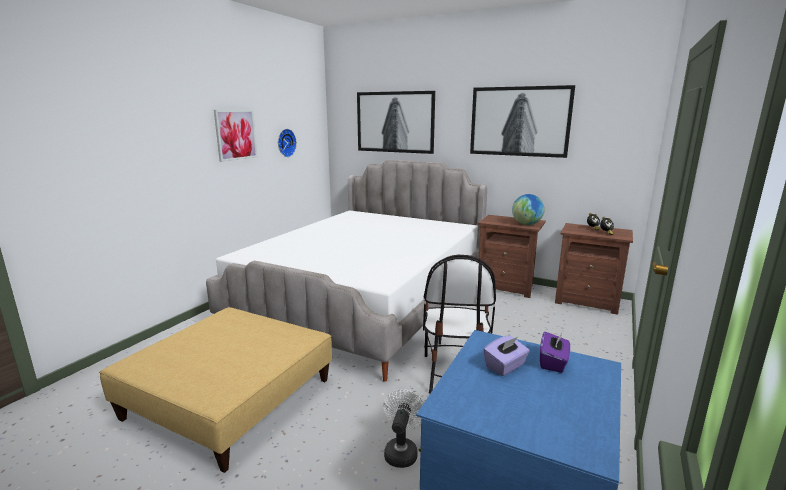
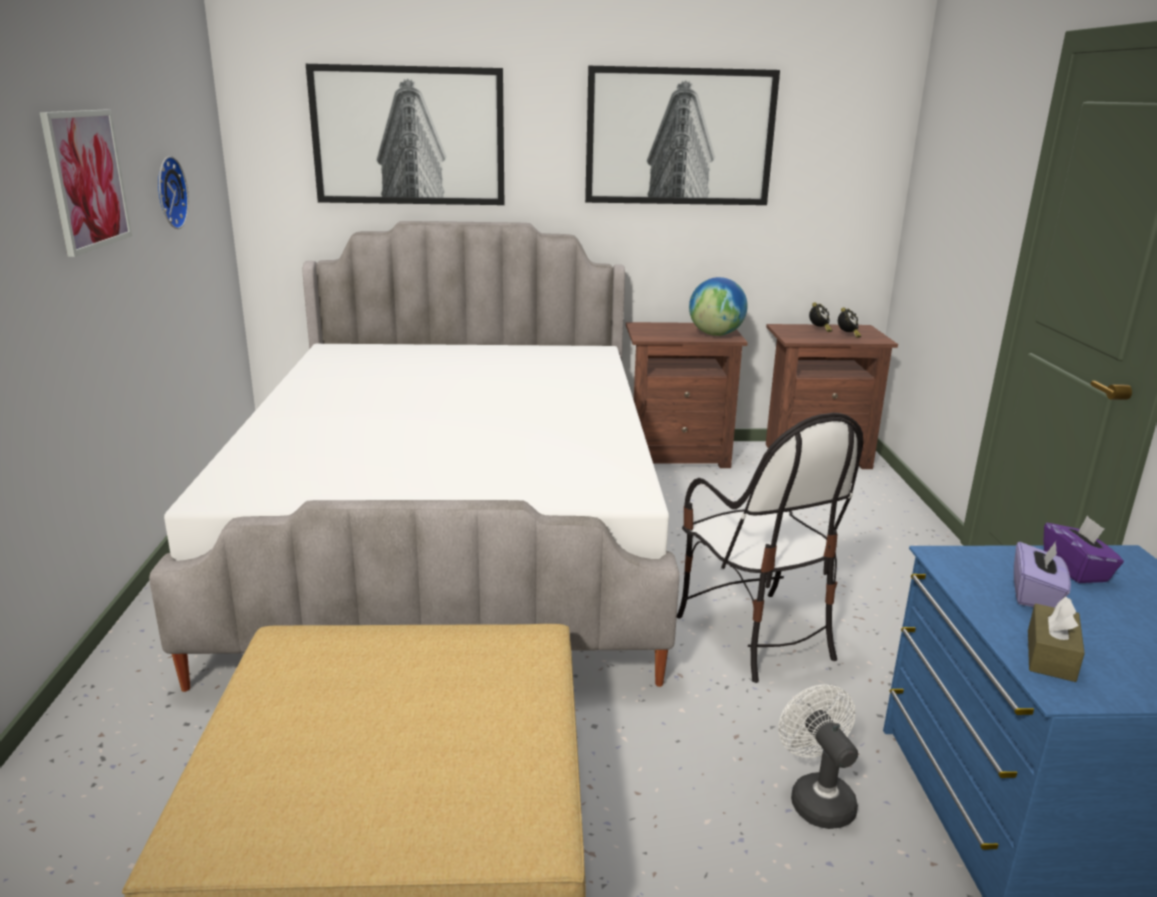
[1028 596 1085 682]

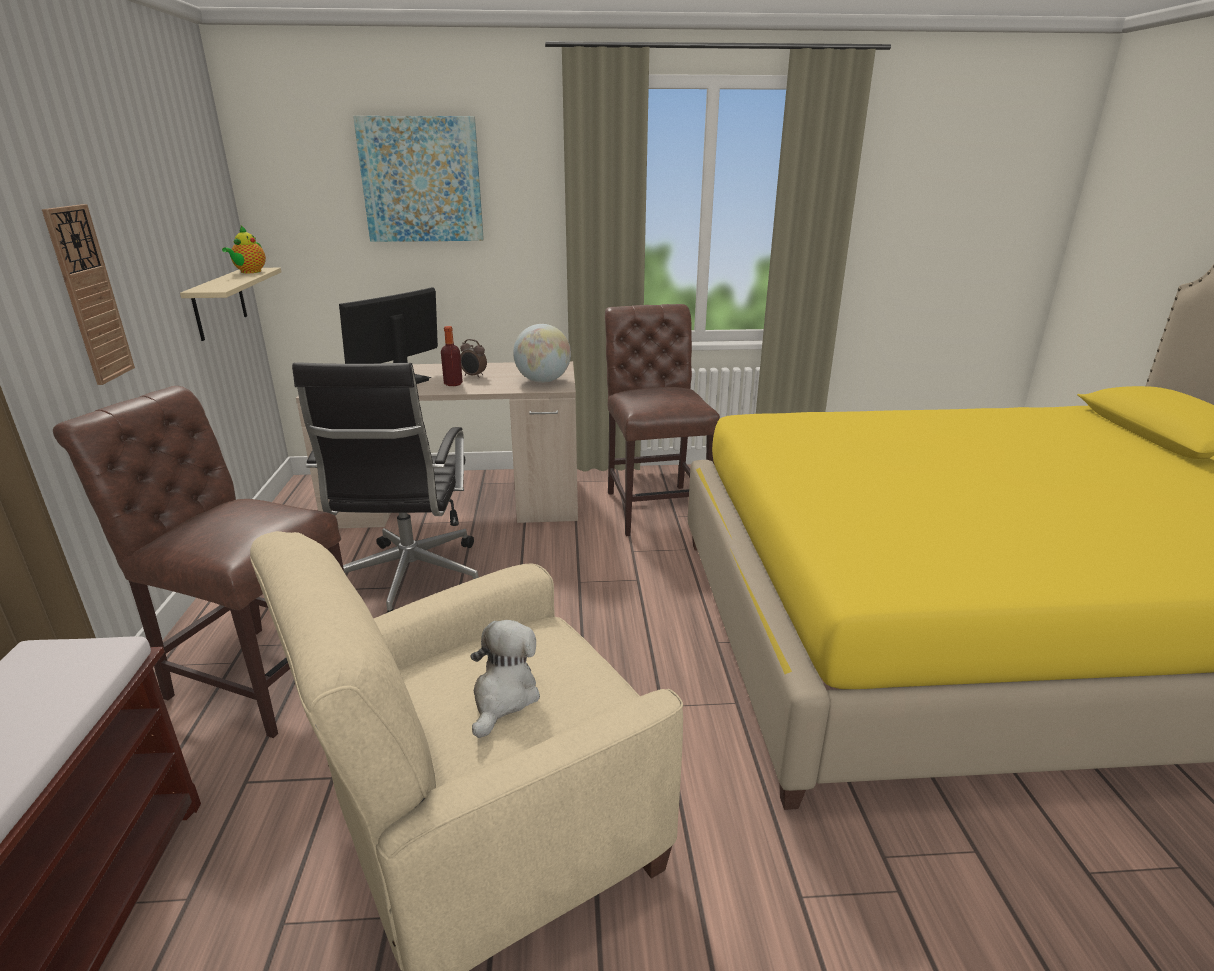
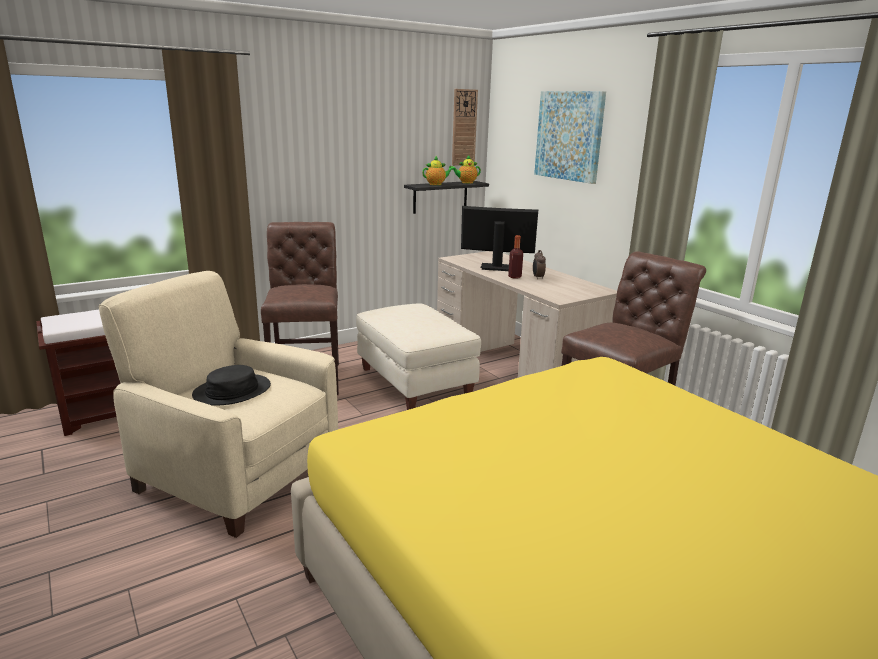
[452 89 478 166]
[404 181 489 214]
[513 324 571 383] (first image)
[356 303 481 410]
[192 365 271 405]
[422 156 455 185]

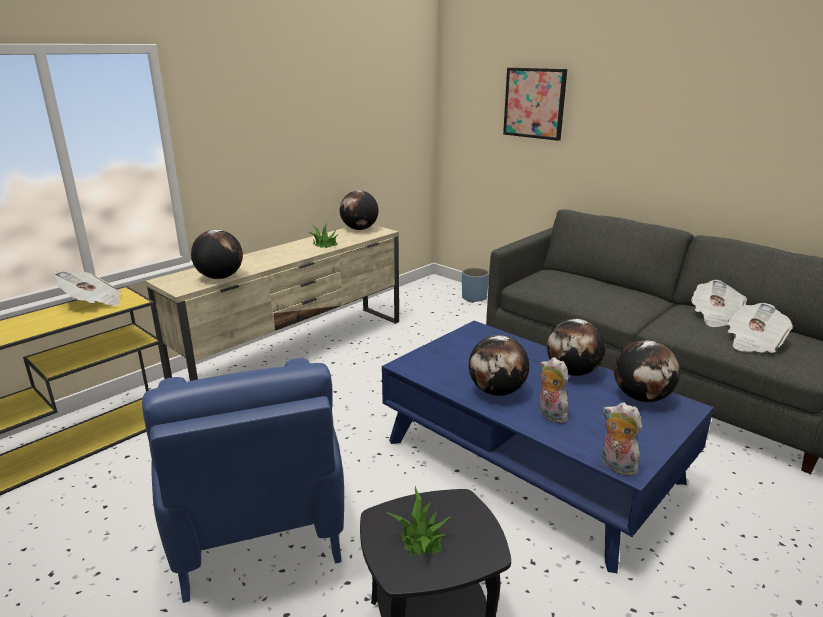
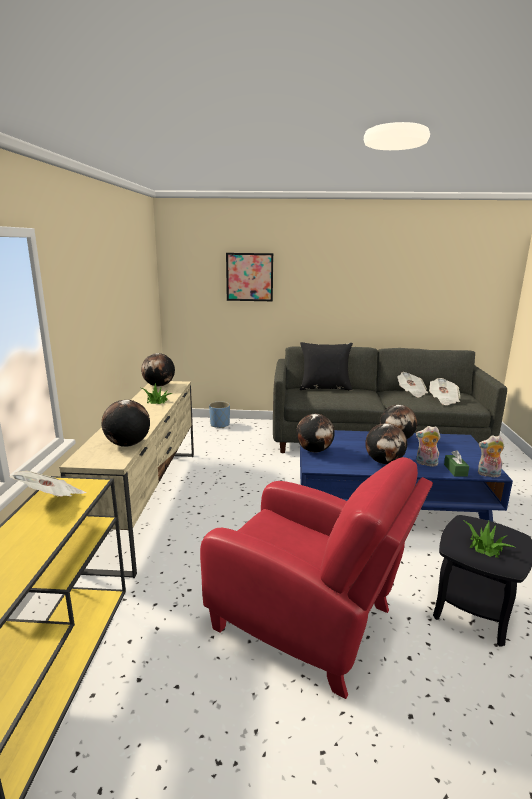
[296 414 335 452]
[200 457 433 699]
[300 342 353 391]
[444 450 469 476]

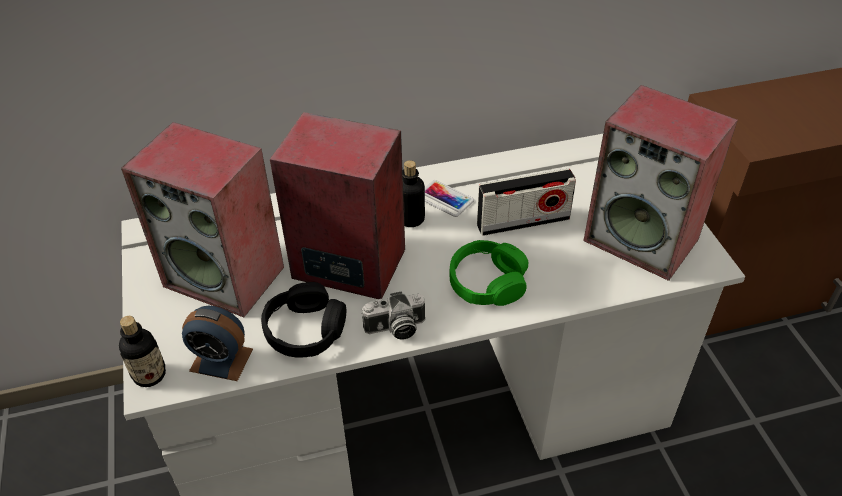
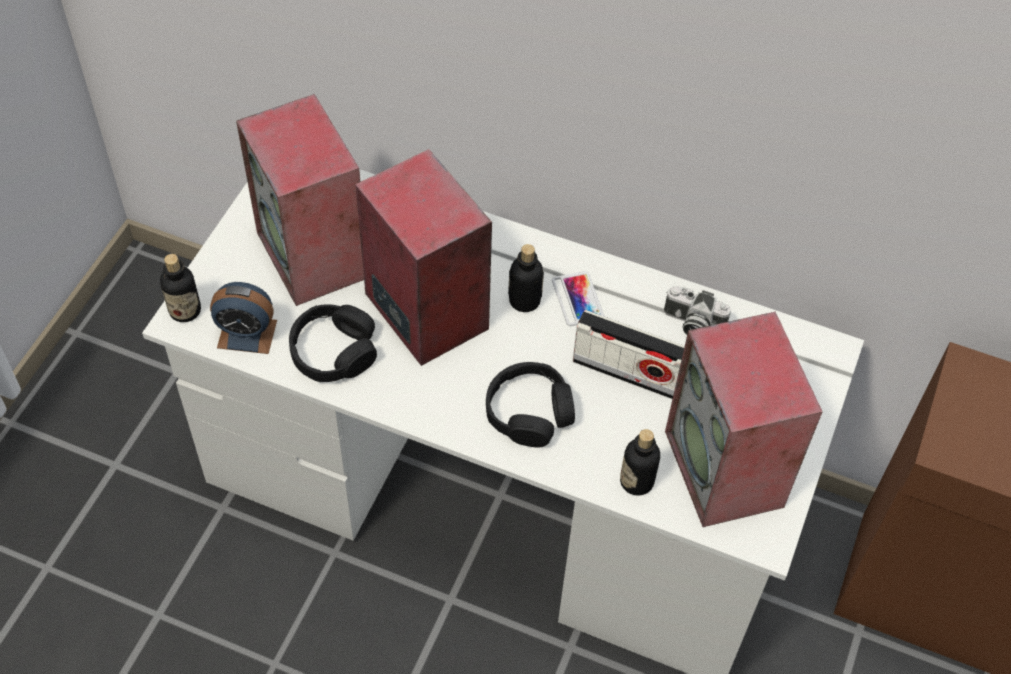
[486 362 575 447]
[664 286 731 335]
[210 282 277 354]
[620 429 660 496]

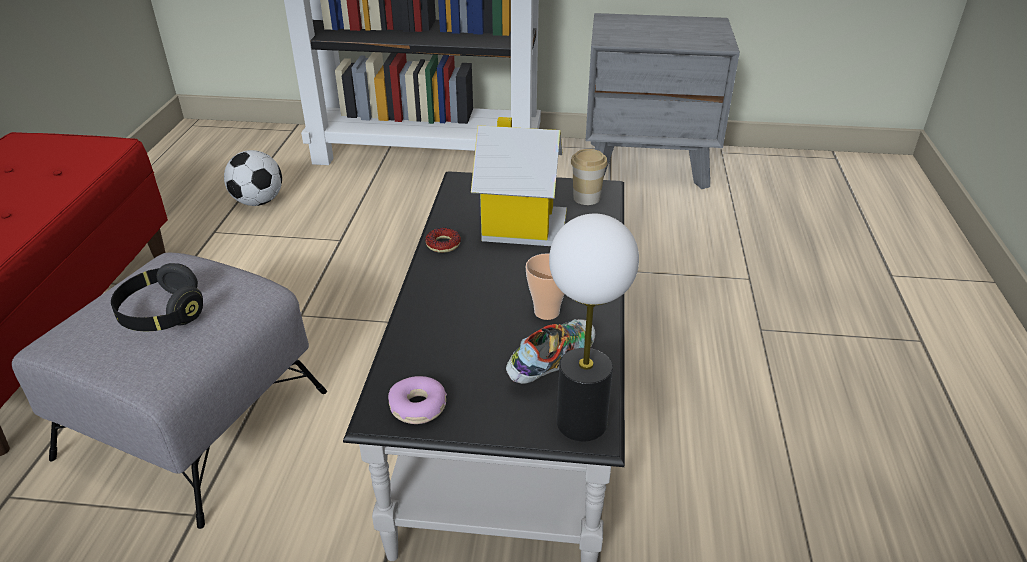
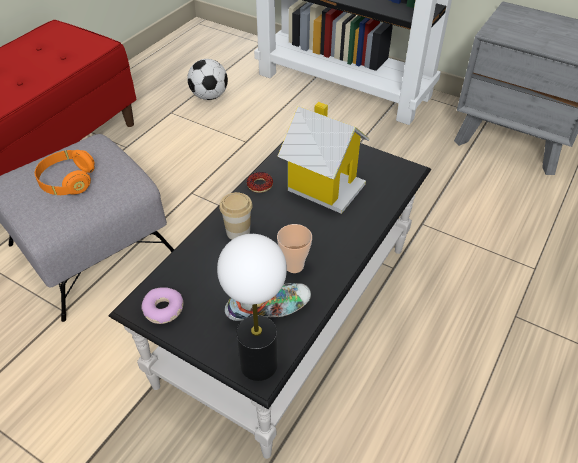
[219 192 253 240]
[35 150 95 195]

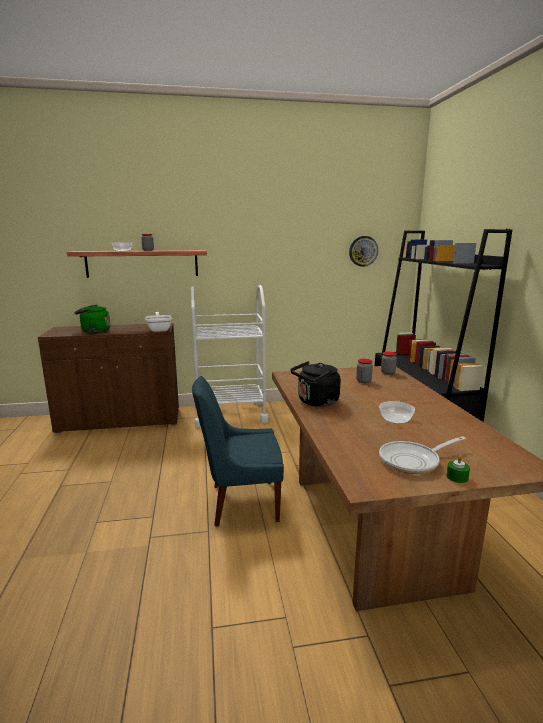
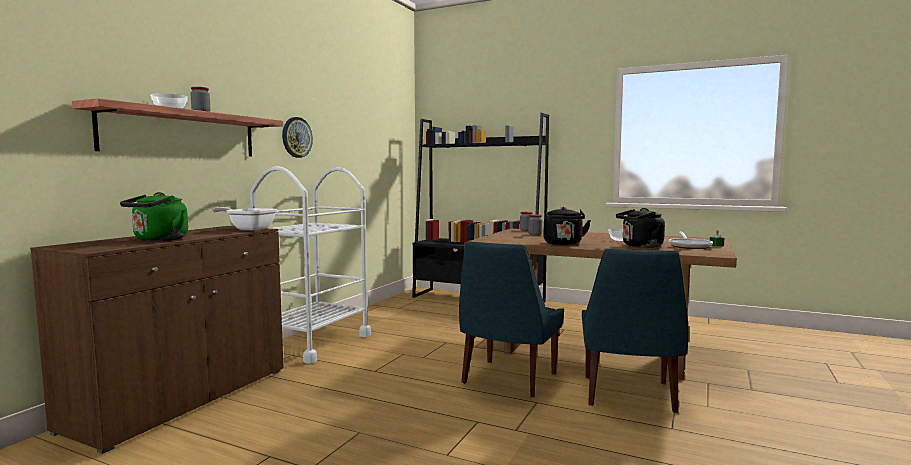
[282 117 313 158]
[616 208 665 248]
[582 249 689 413]

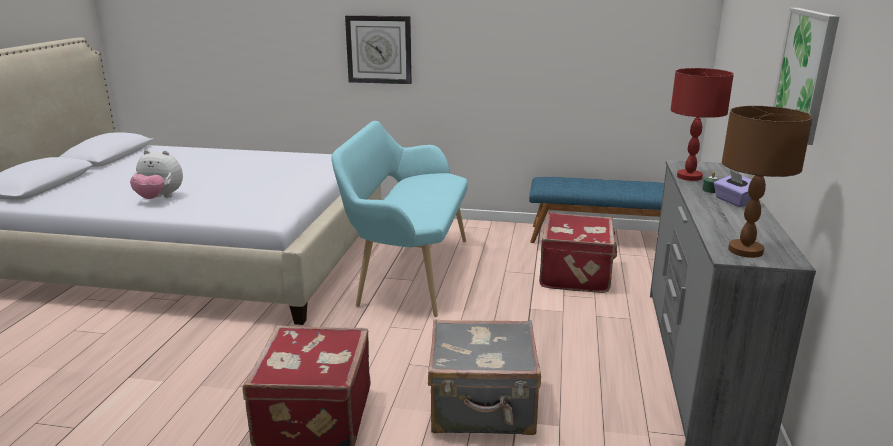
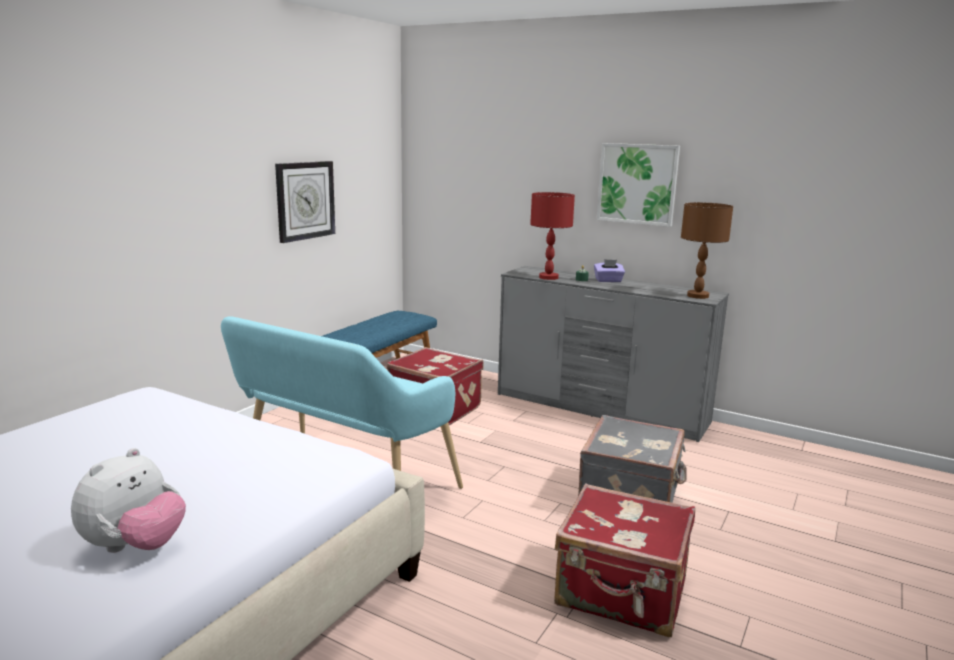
[275 161 335 243]

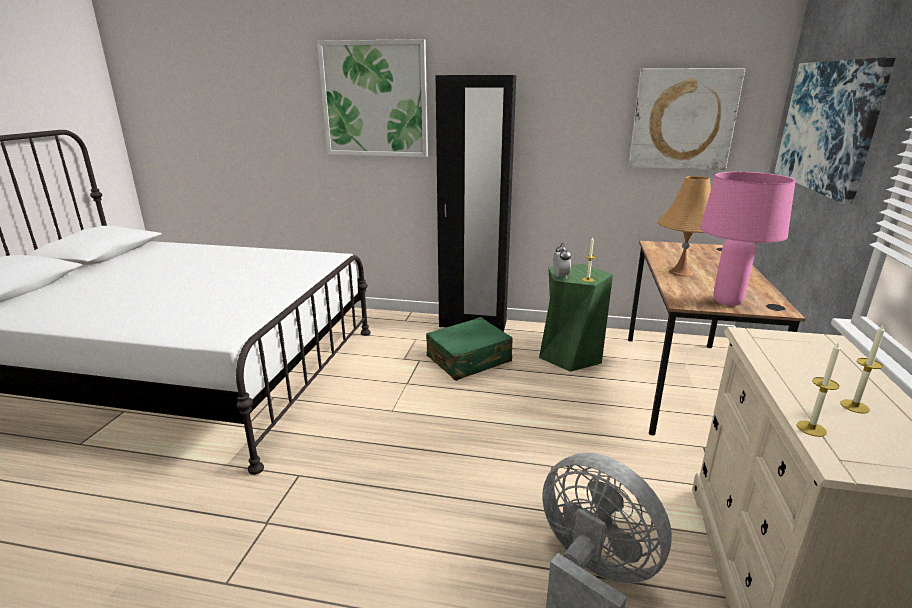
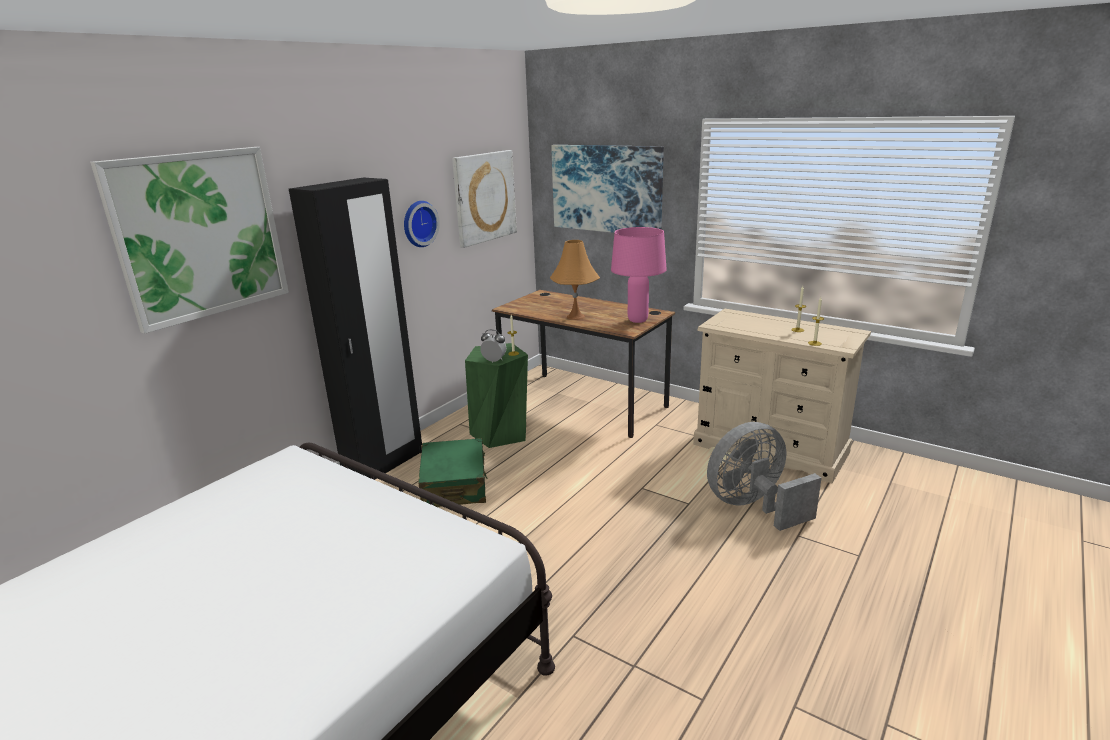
[404 201 440 247]

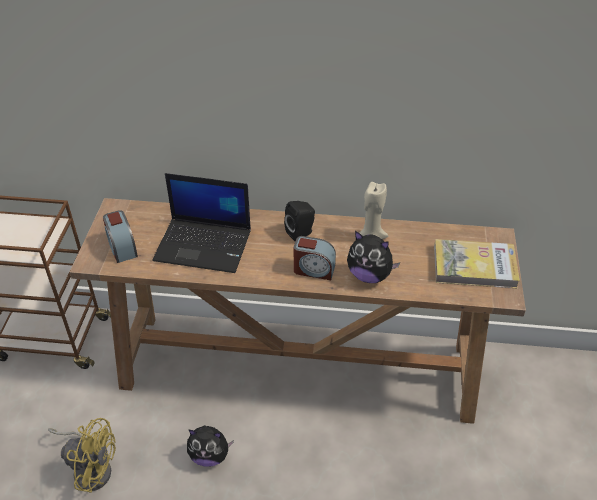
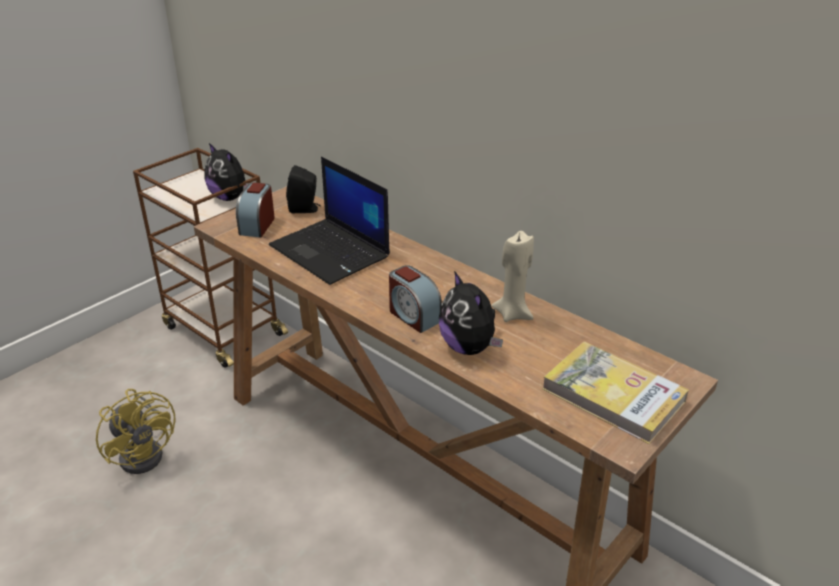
[286 165 321 213]
[204 143 250 201]

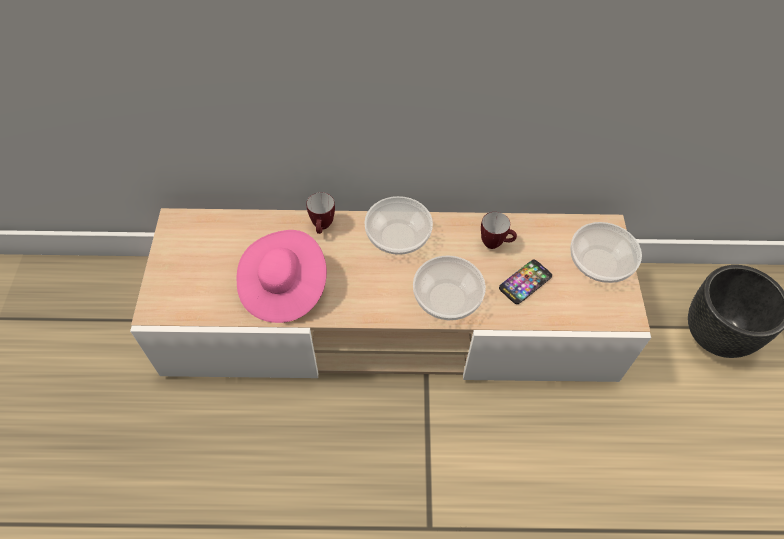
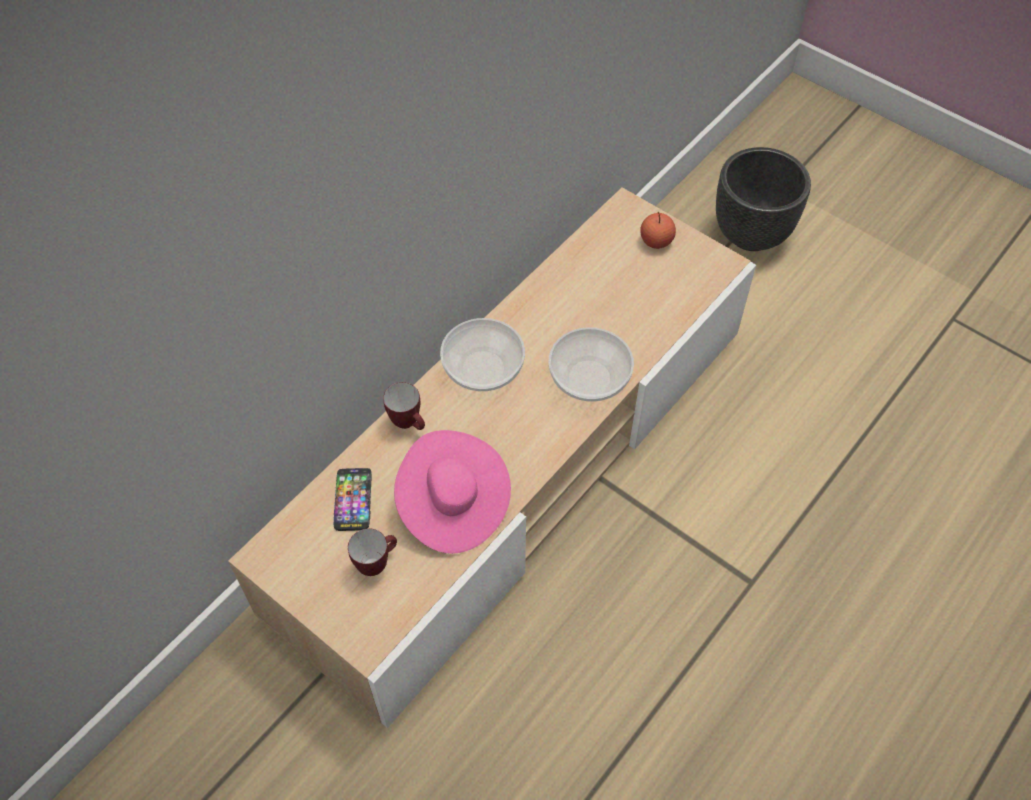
[348 528 397 576]
[640 212 676 249]
[334 468 371 531]

